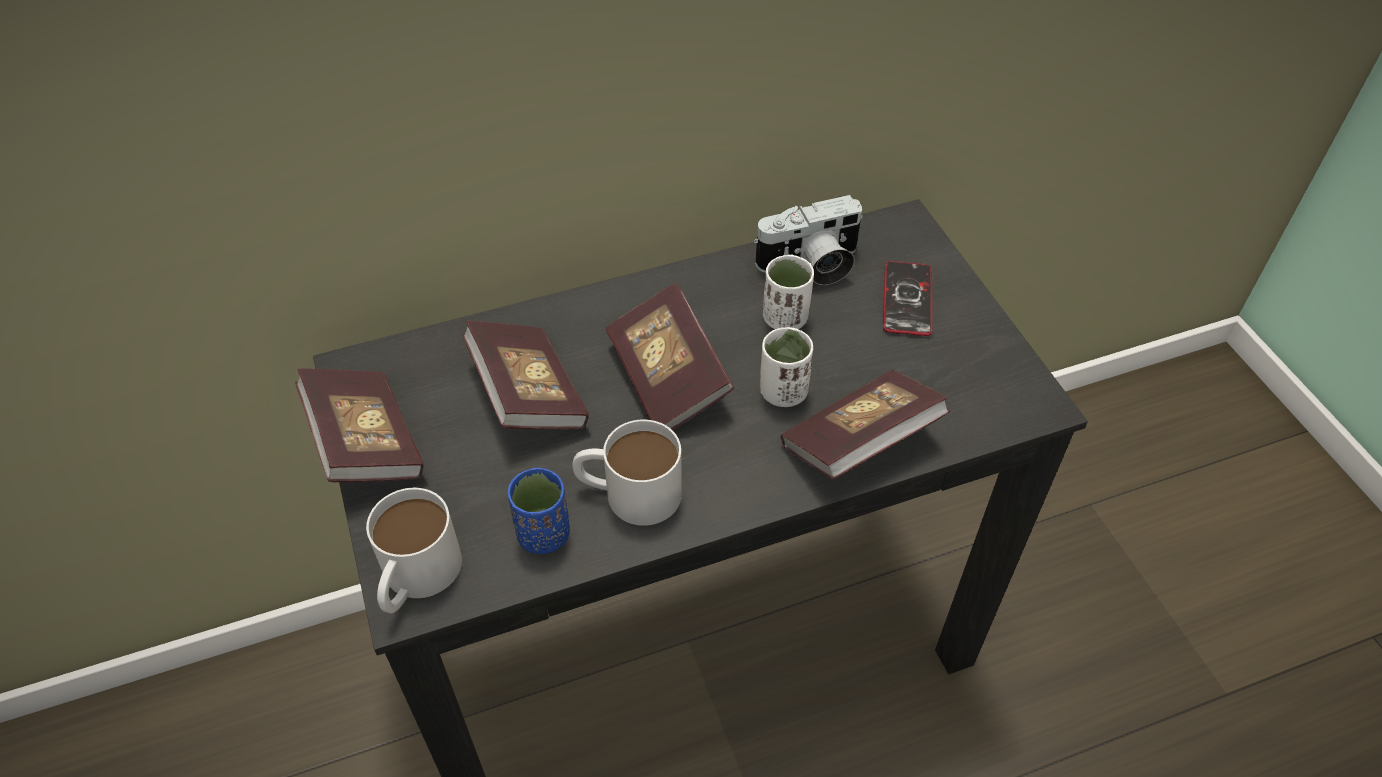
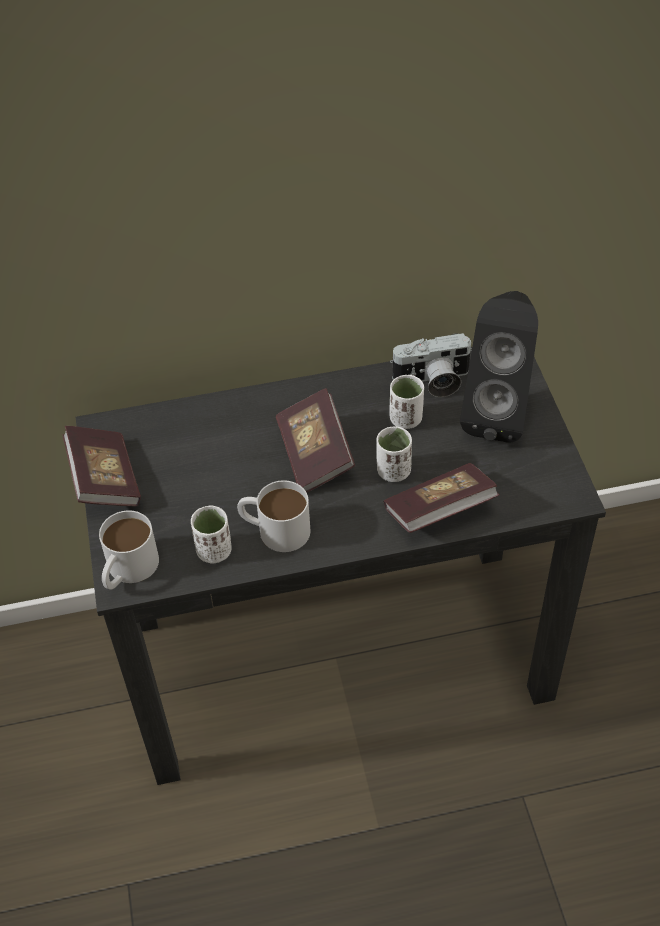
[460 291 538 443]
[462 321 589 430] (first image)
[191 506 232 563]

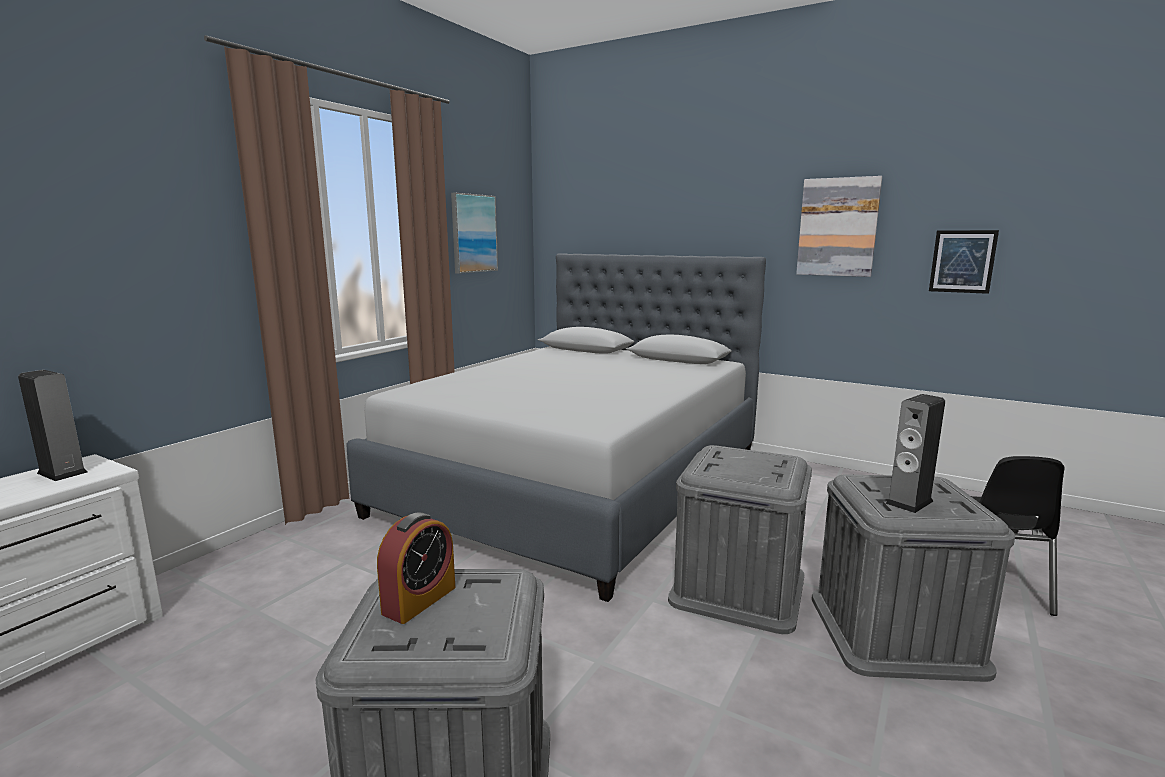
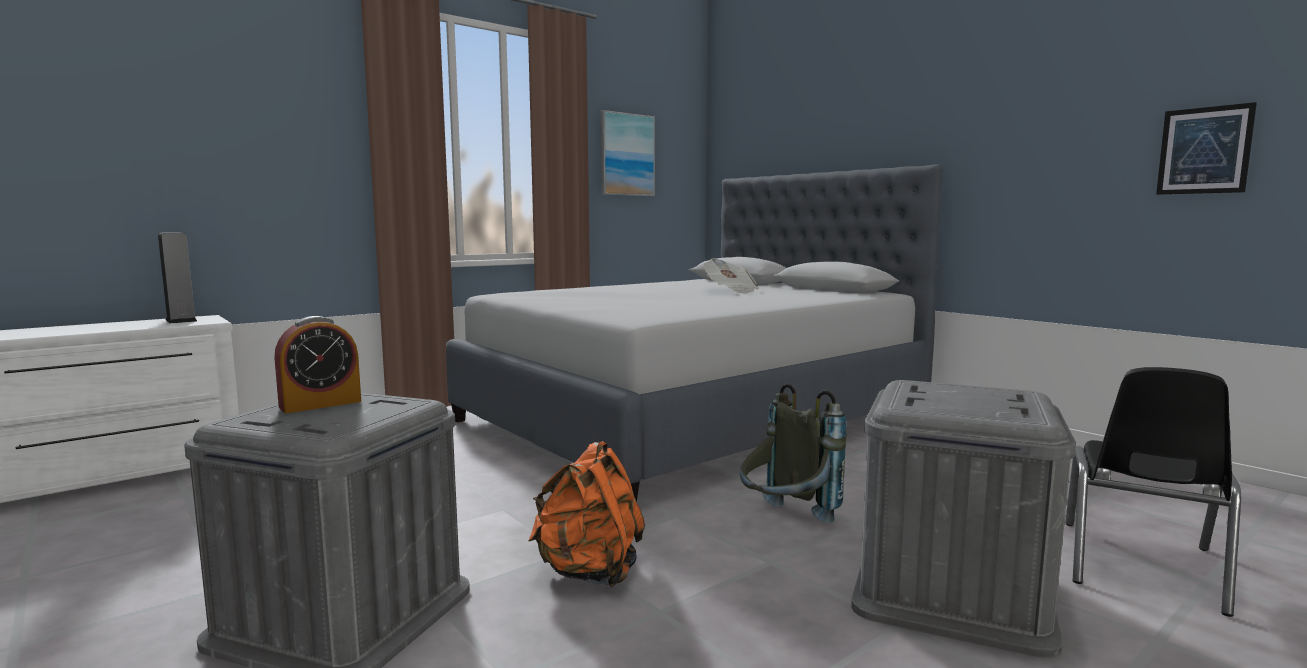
[796 176 882 277] (first image)
[885 394 945 513] (first image)
[740 383 847 523]
[704 258 759 294]
[528 441 645 588]

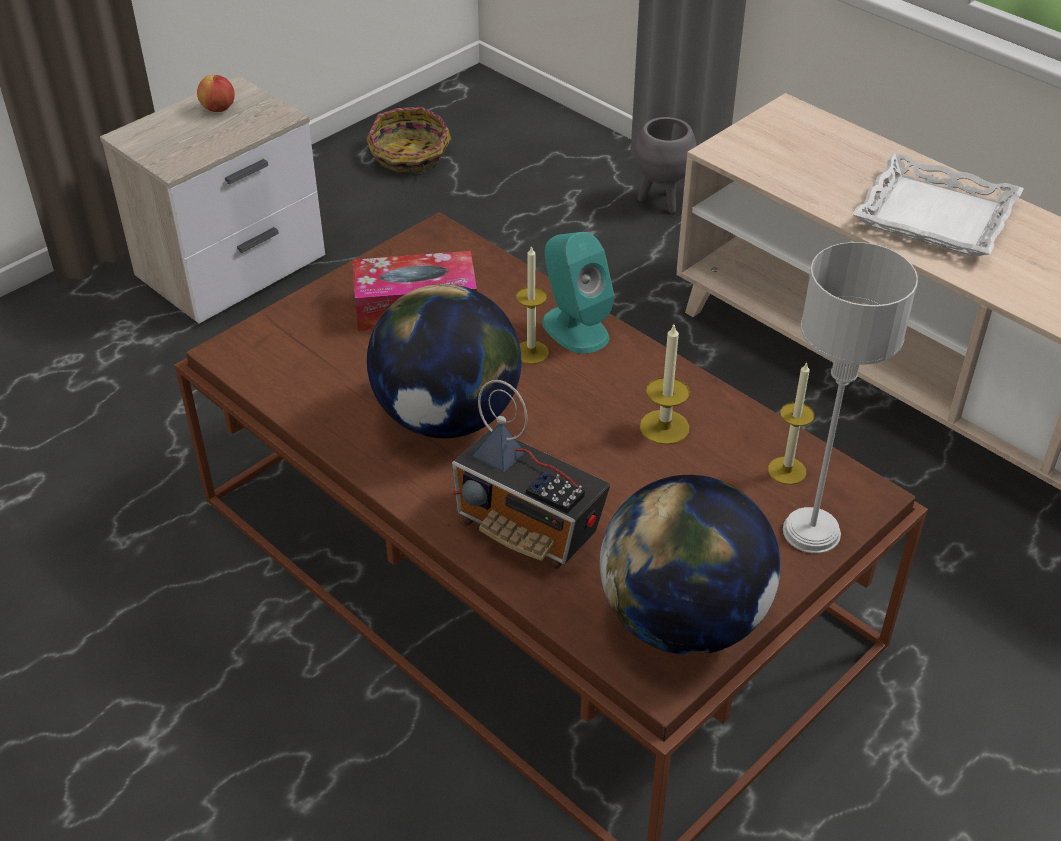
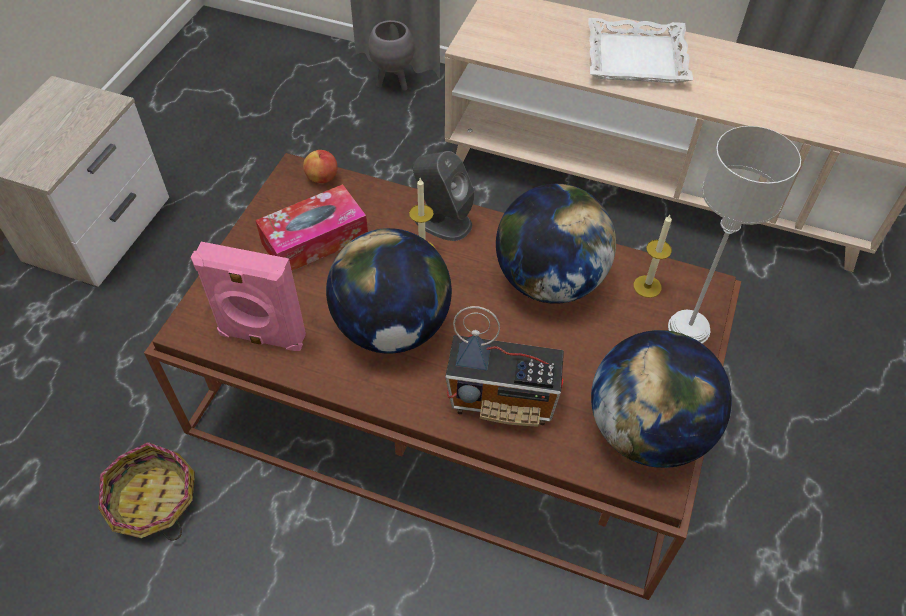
[303 150 338 183]
[98 442 195 541]
[412 151 475 241]
[496 184 616 304]
[191 242 306 351]

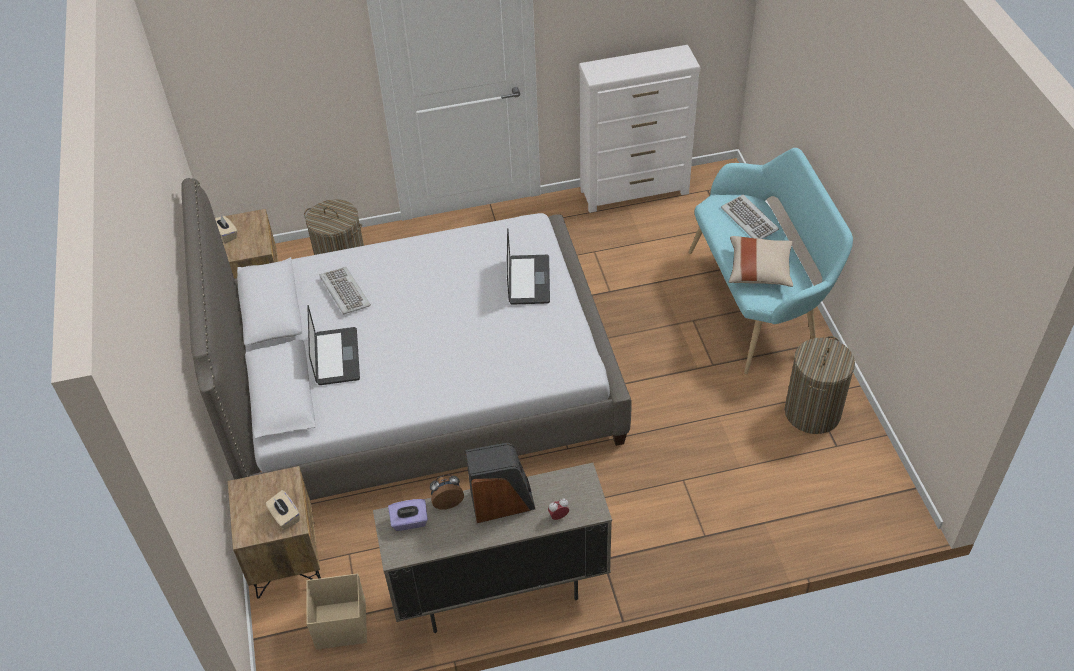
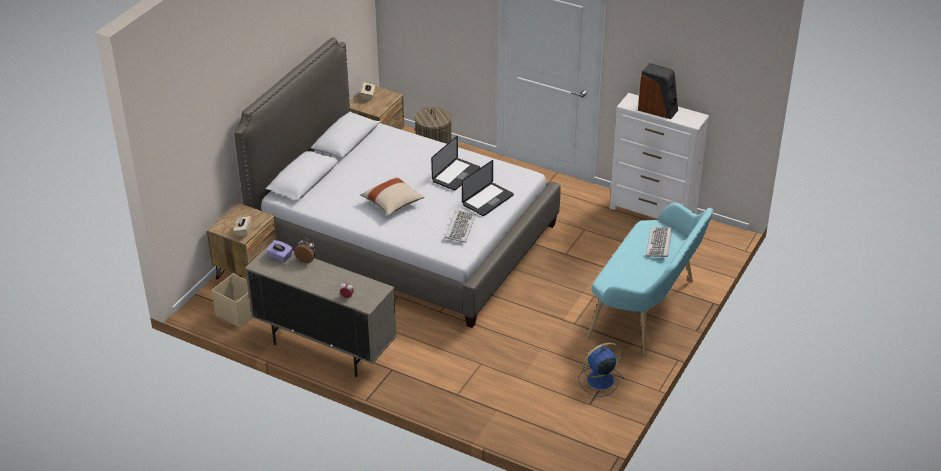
[361 176 424 216]
[445 210 476 243]
[431 136 480 191]
[579 343 624 397]
[638 63 678 119]

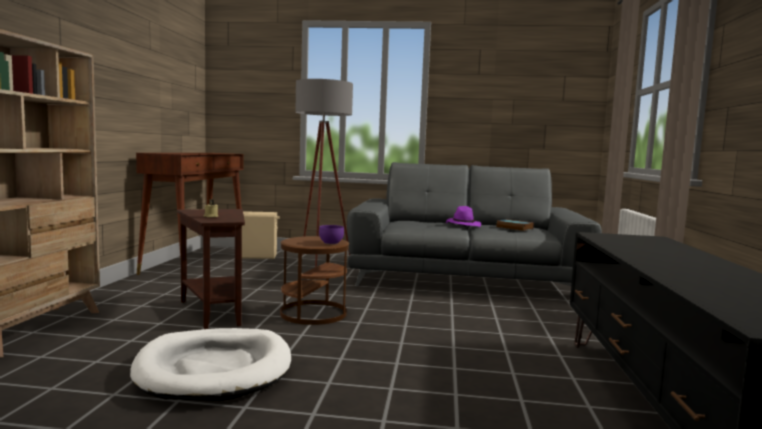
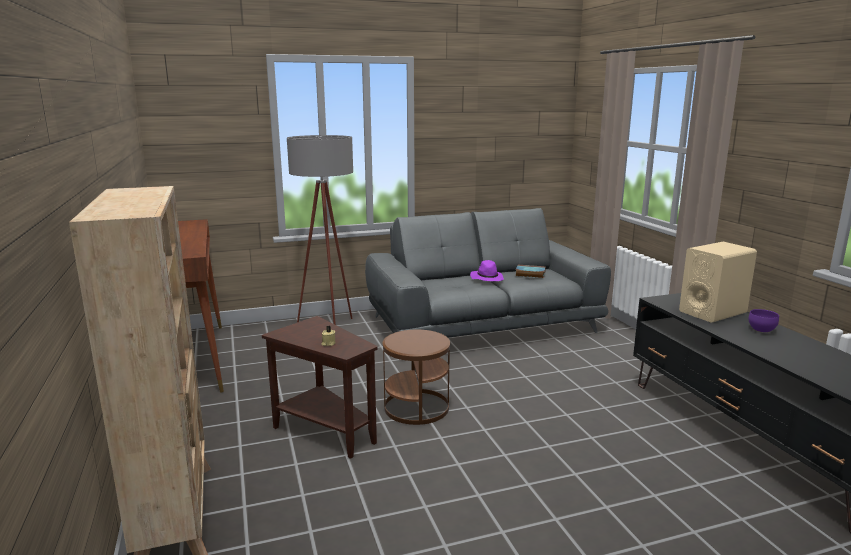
[679 242 757 323]
[749 309 779 333]
[130 328 291 401] (first image)

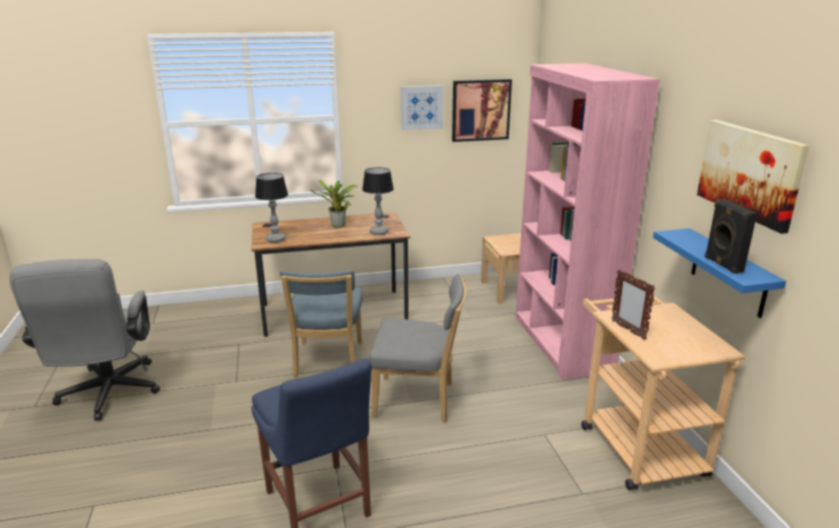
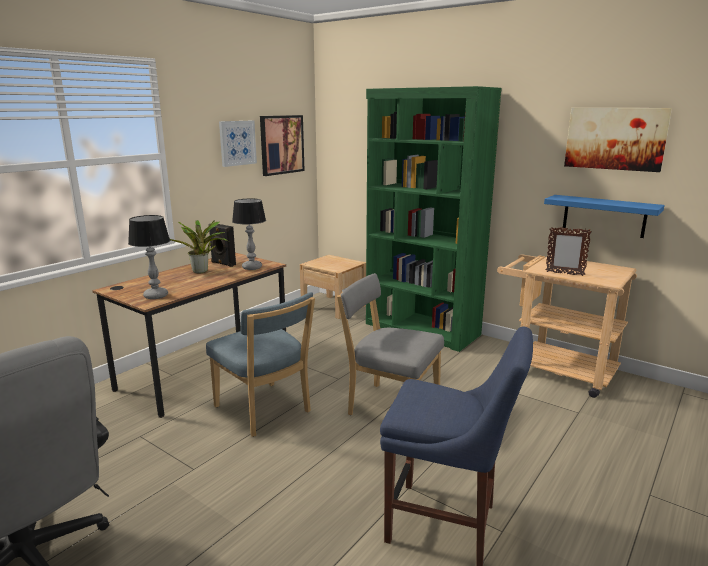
[366 86 502 352]
[208 224 236 267]
[337 273 444 415]

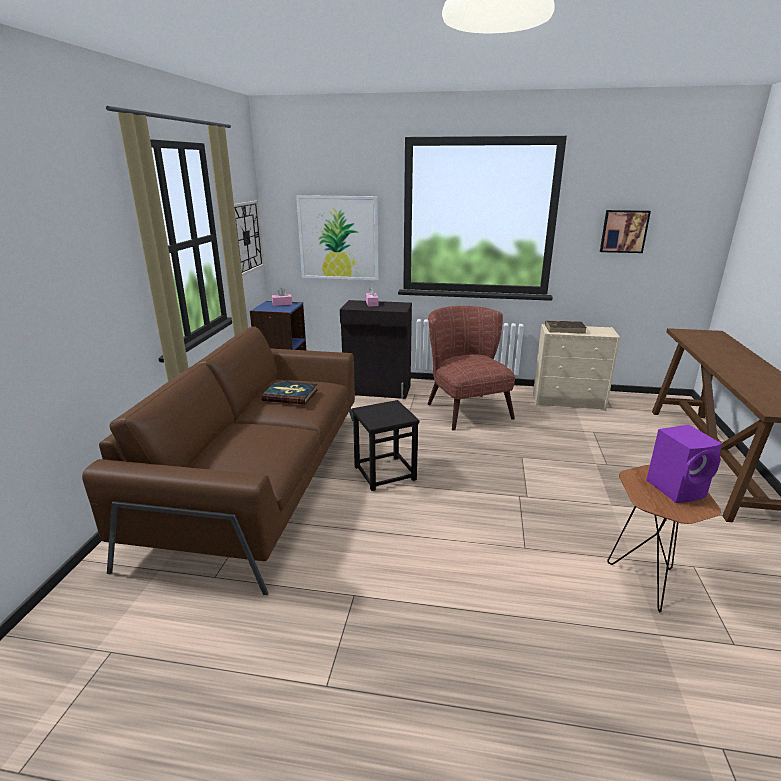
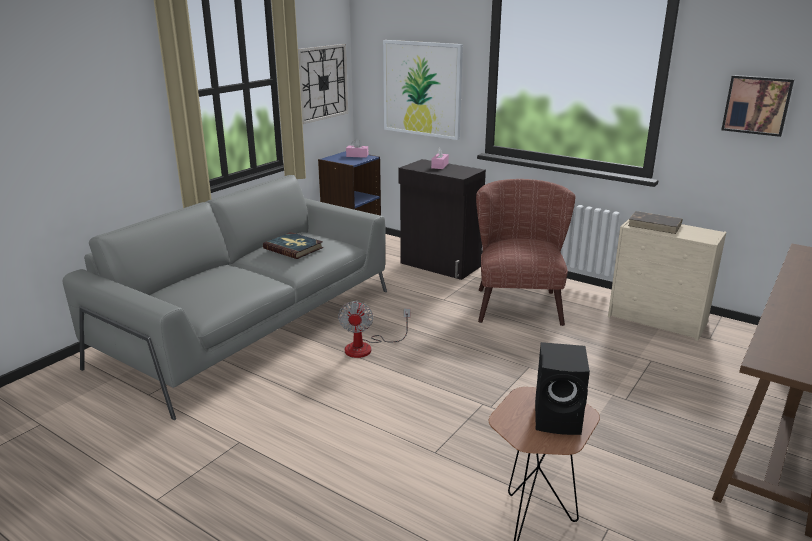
[63 175 387 420]
[338 300 411 358]
[535 342 590 435]

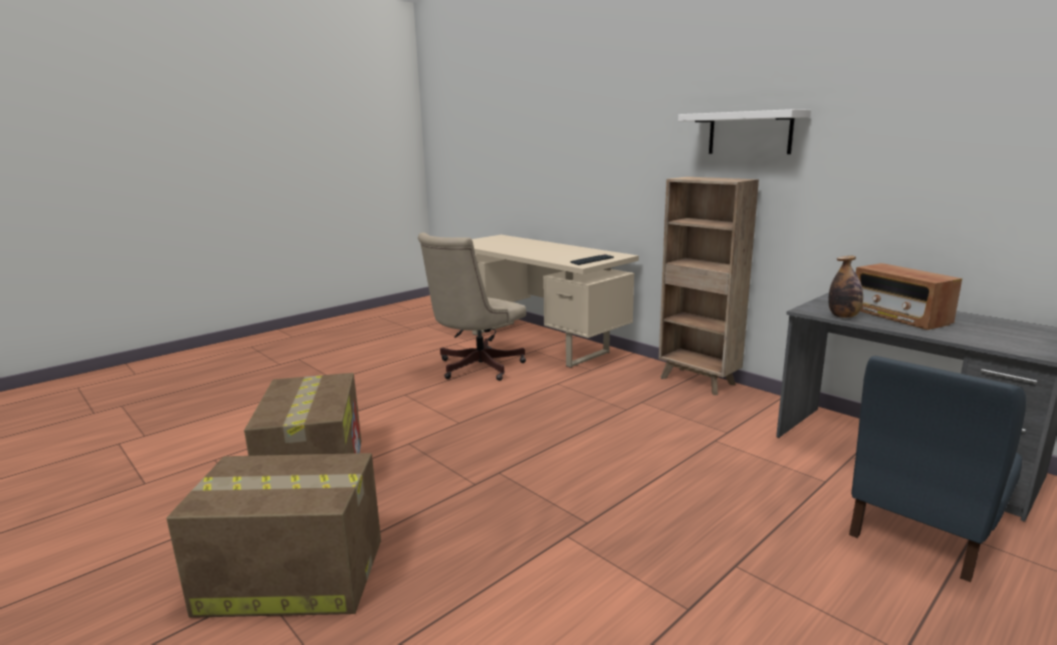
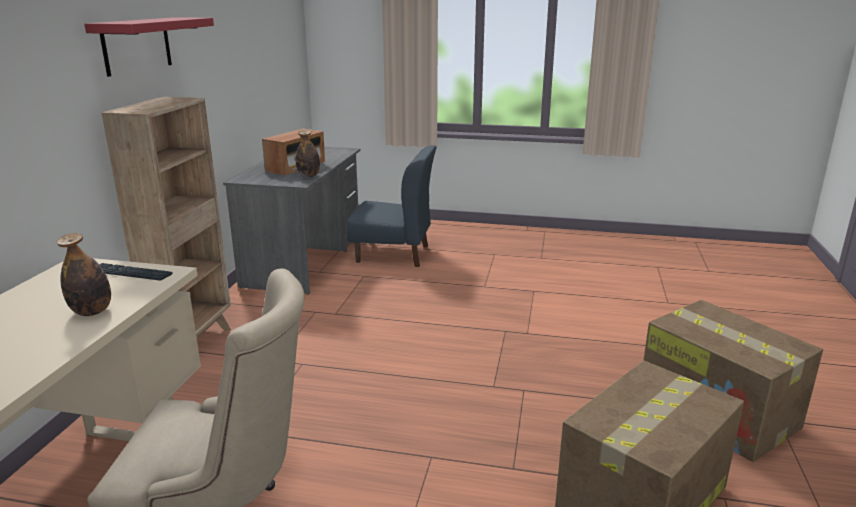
[84 17 214 77]
[57 233 111 316]

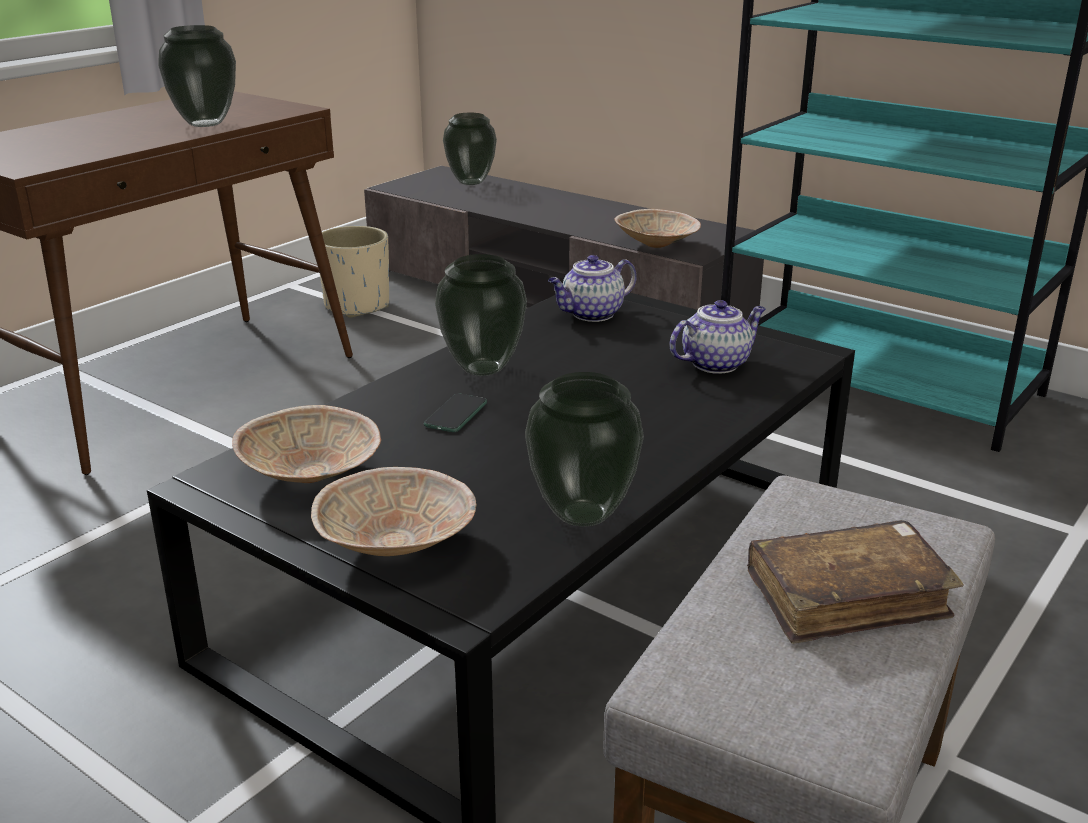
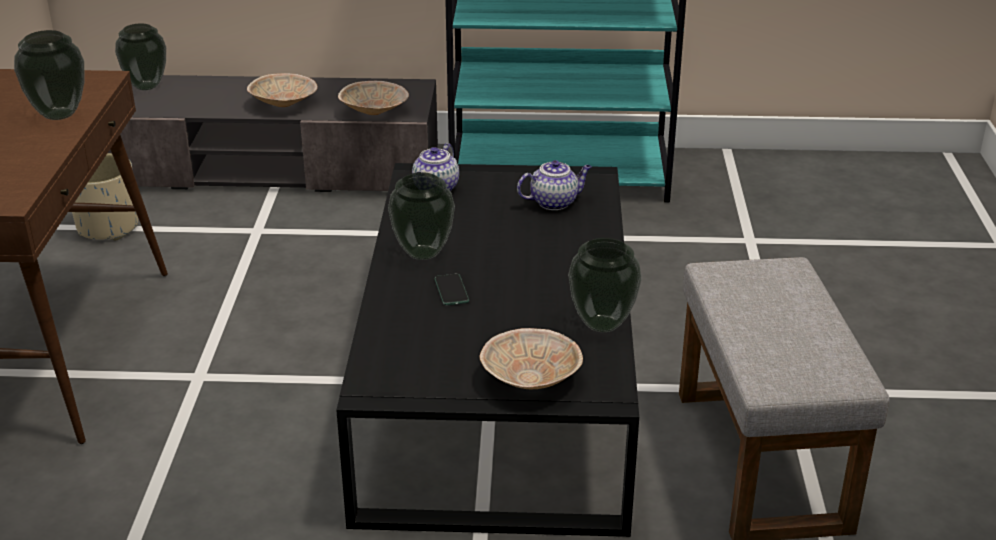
[517 160 592 210]
[247 73 318 107]
[747 520 964 644] (first image)

